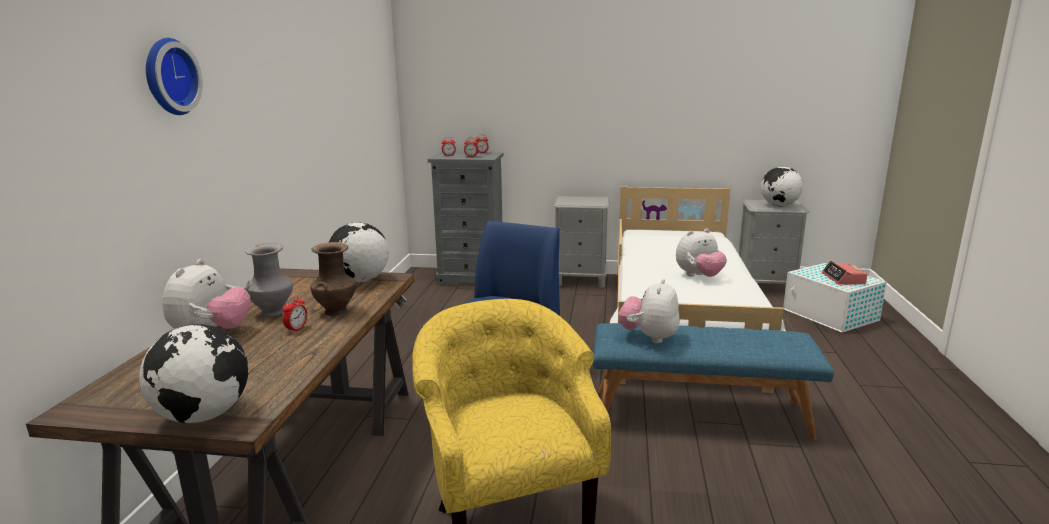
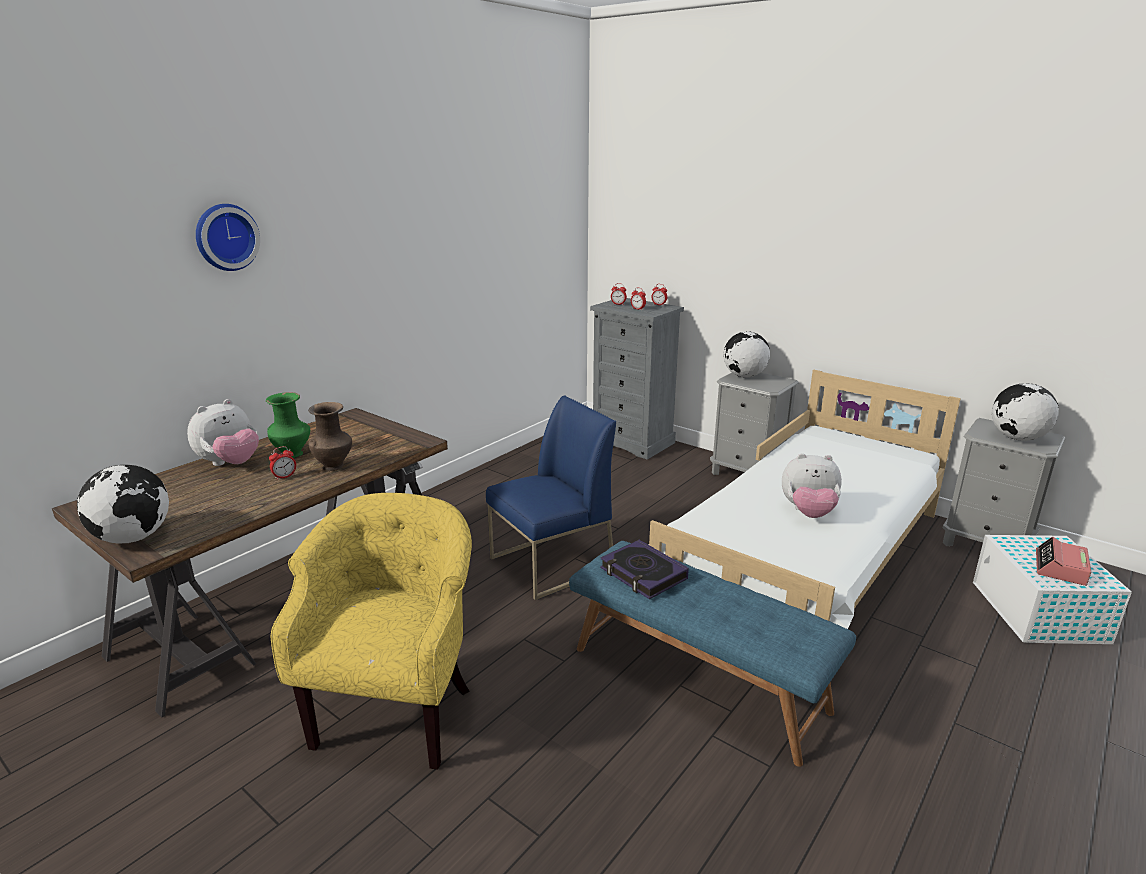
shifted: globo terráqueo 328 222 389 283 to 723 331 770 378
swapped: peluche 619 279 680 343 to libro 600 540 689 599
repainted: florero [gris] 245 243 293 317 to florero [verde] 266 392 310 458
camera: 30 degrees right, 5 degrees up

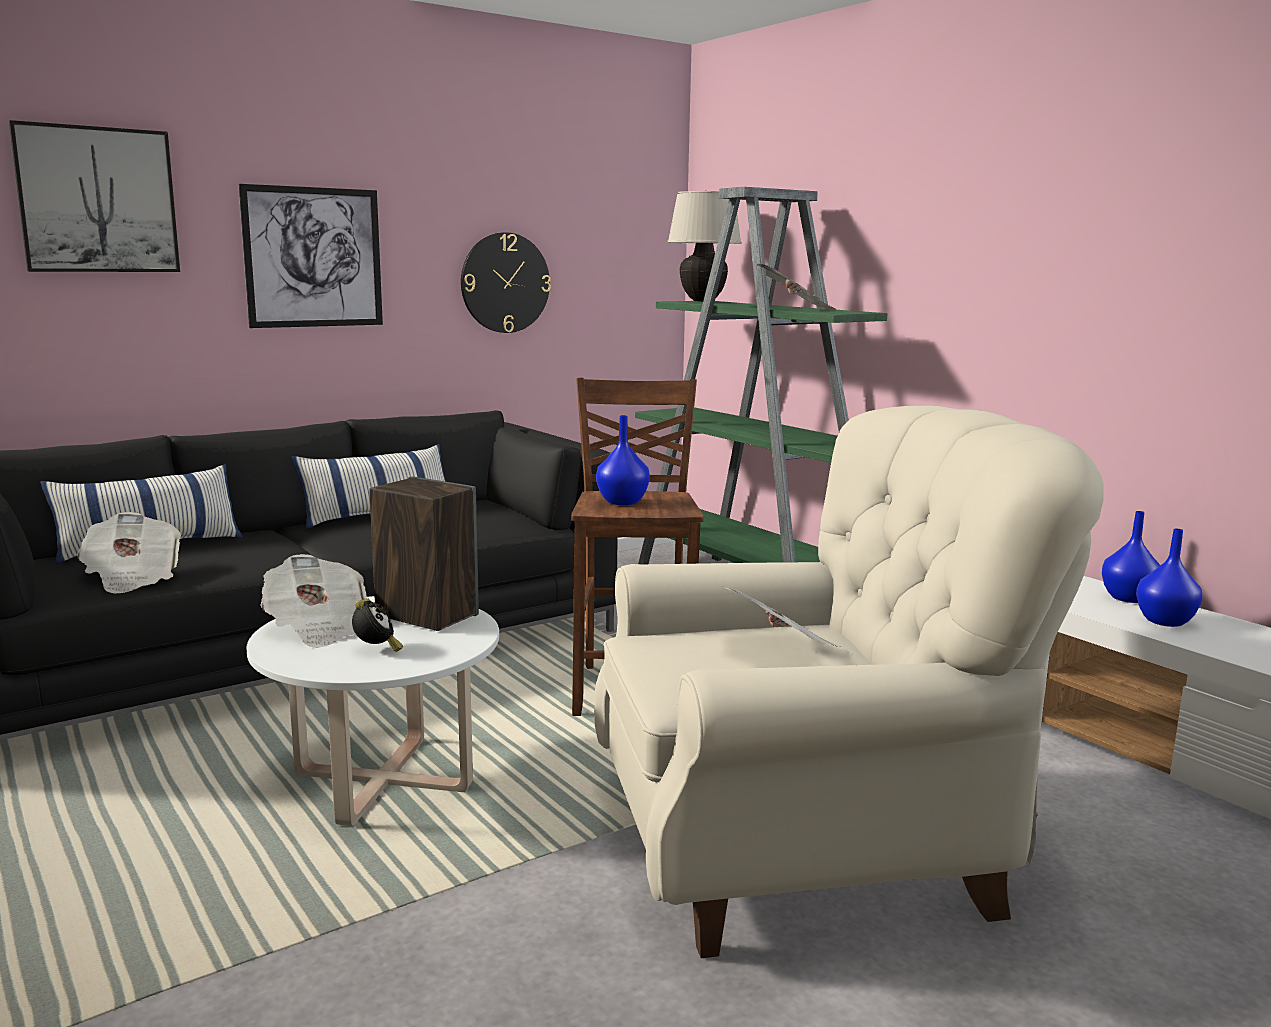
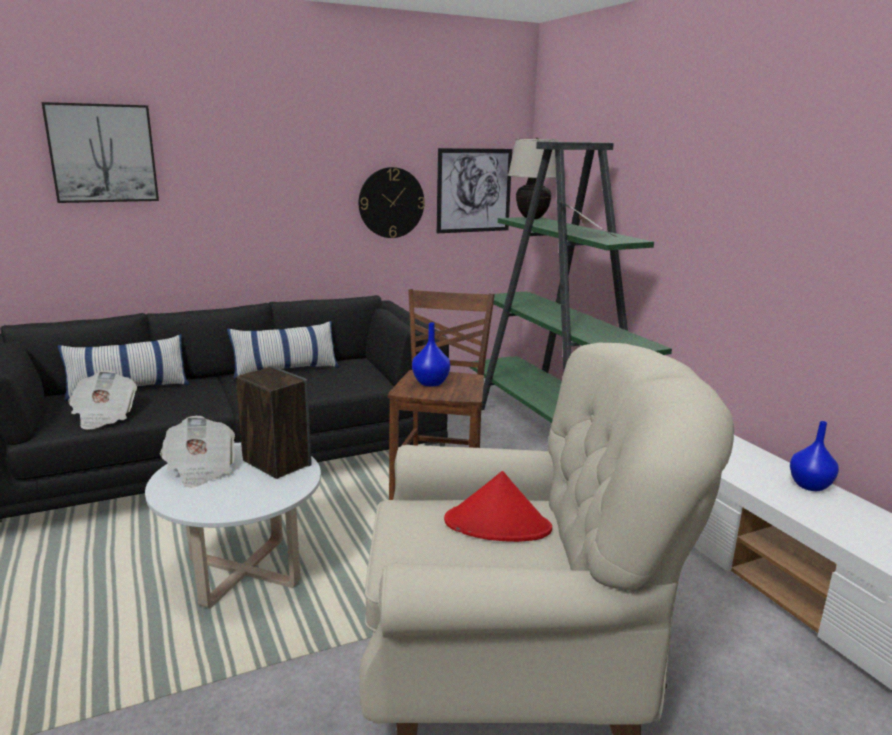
gone: despertador 352 598 403 652; florero [azul] 1136 529 1203 627
shifted: cuadro 238 184 383 328 to 437 148 512 233
swapped: periódico 722 587 843 647 to sombrero [rojo] 444 471 552 542
camera: 10 degrees right, 5 degrees up

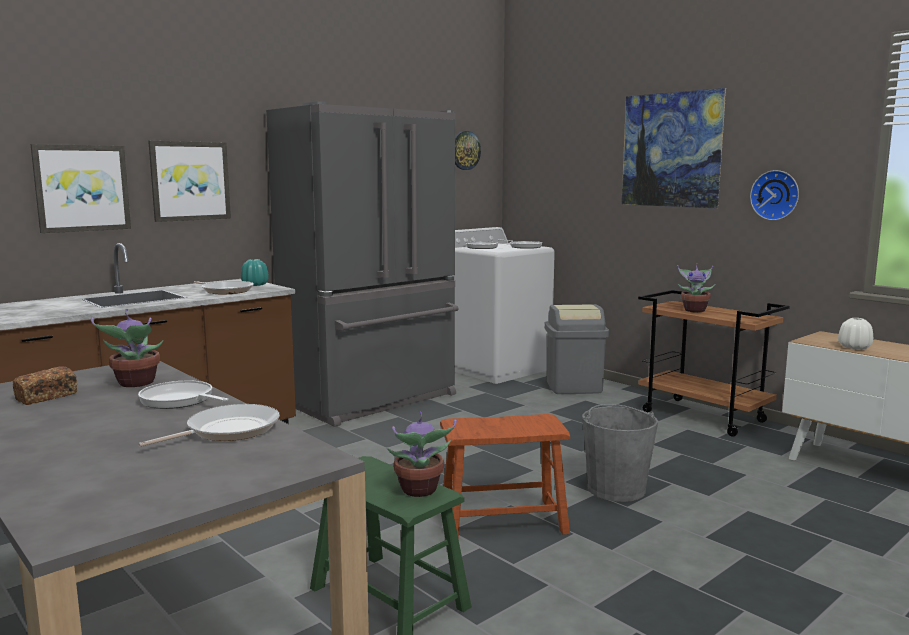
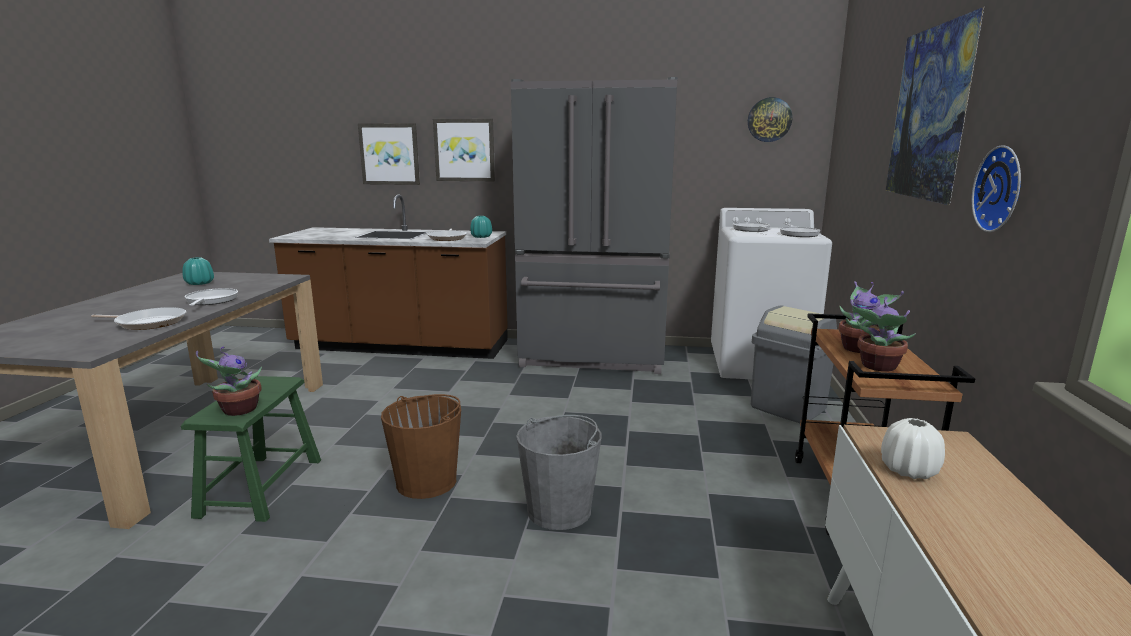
shifted: planta en maceta 91 309 164 387 to 850 297 916 372
swapped: pan 13 366 77 405 to florero [turquesa] 182 257 214 285; taburete [marrón] 440 414 570 538 to cubo [marrón] 381 394 461 499
camera: 50 degrees right, 5 degrees up

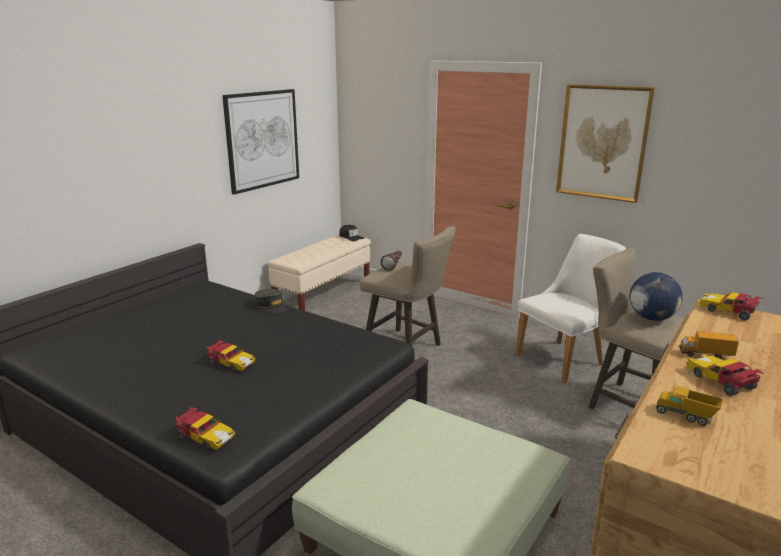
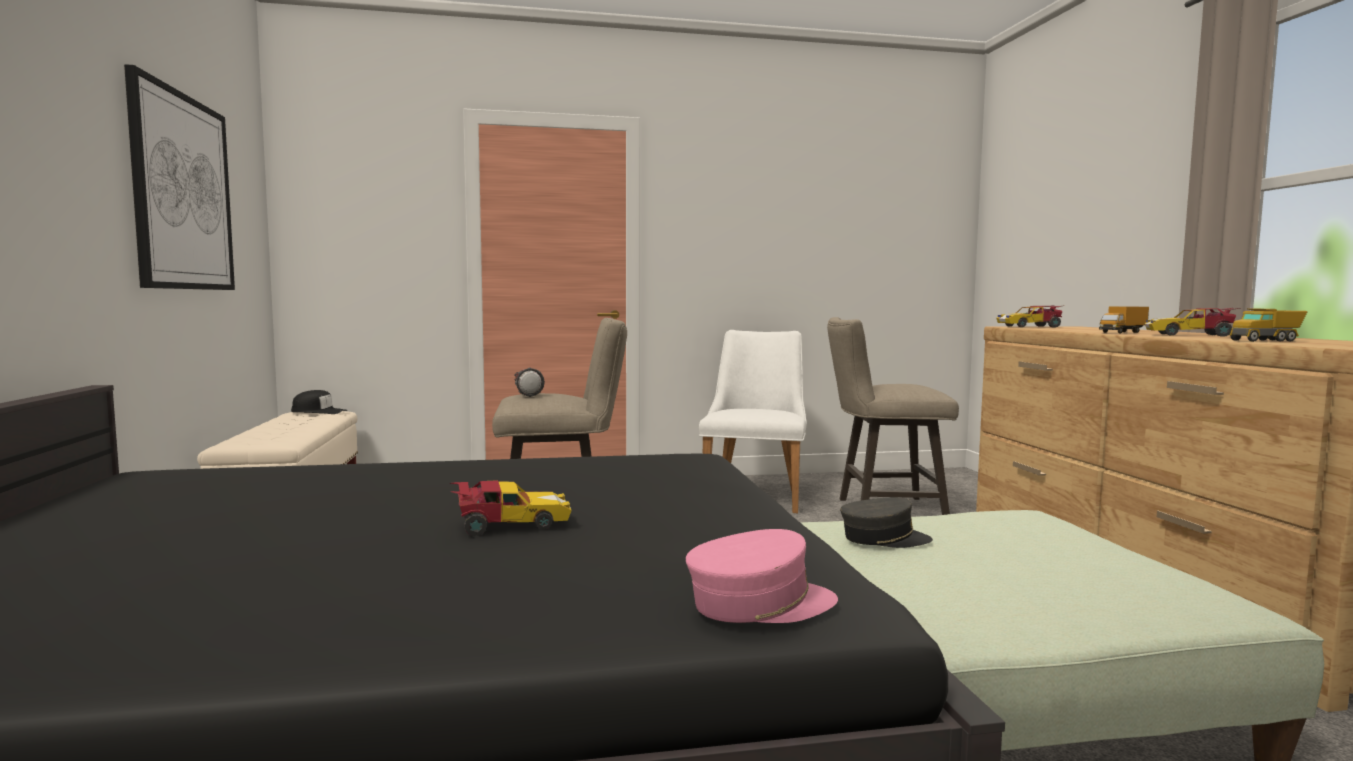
gone: cuadro 556 84 655 203; globo terráqueo 630 272 683 321
shifted: gorra [gris] 255 289 287 313 to 840 497 933 548
swapped: coche de juguete 176 408 235 450 to gorra [rosa] 686 529 838 623
camera: 45 degrees left, 15 degrees down

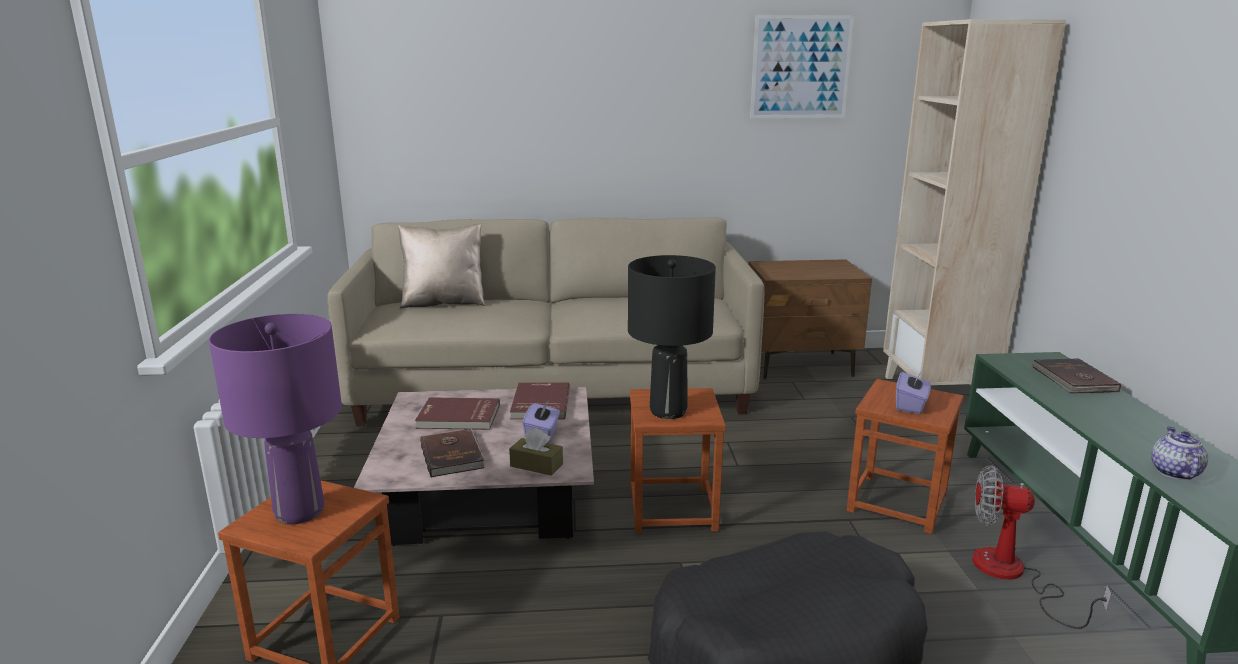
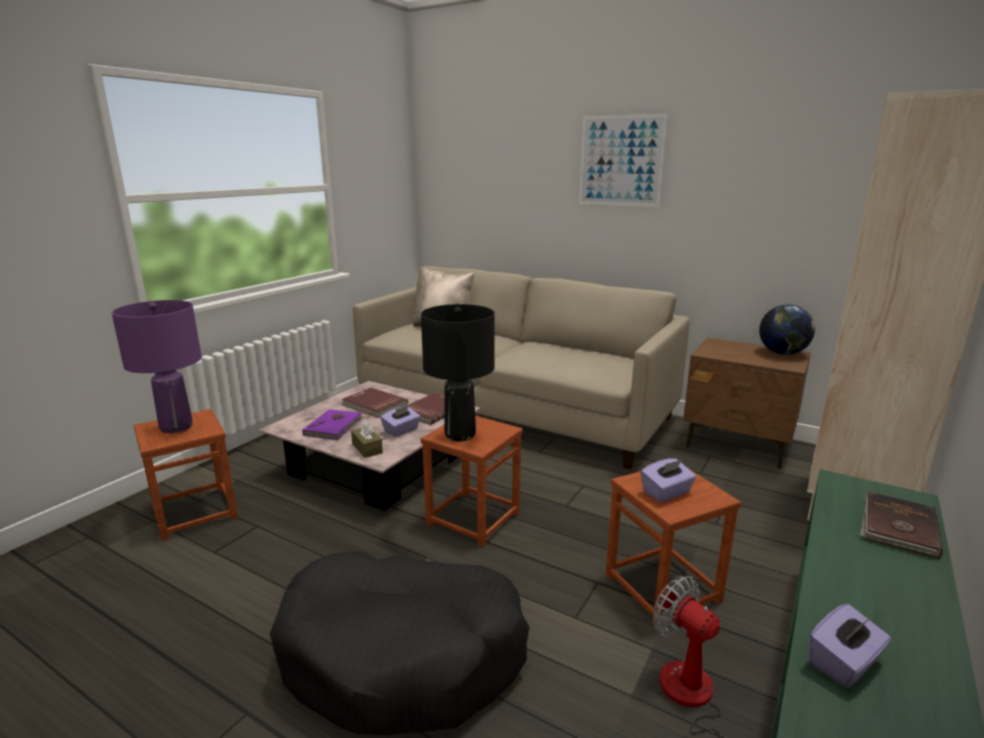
new: globo terráqueo 759 305 815 355
shifted: cuadro 750 15 854 118 to 579 114 668 207
swapped: tetera 1151 427 1208 480 to caja de pañuelos [morado] 809 604 891 688
repainted: libro [marrón] 420 429 485 478 to libro [morado] 302 409 364 440
camera: 35 degrees right, 0 degrees up

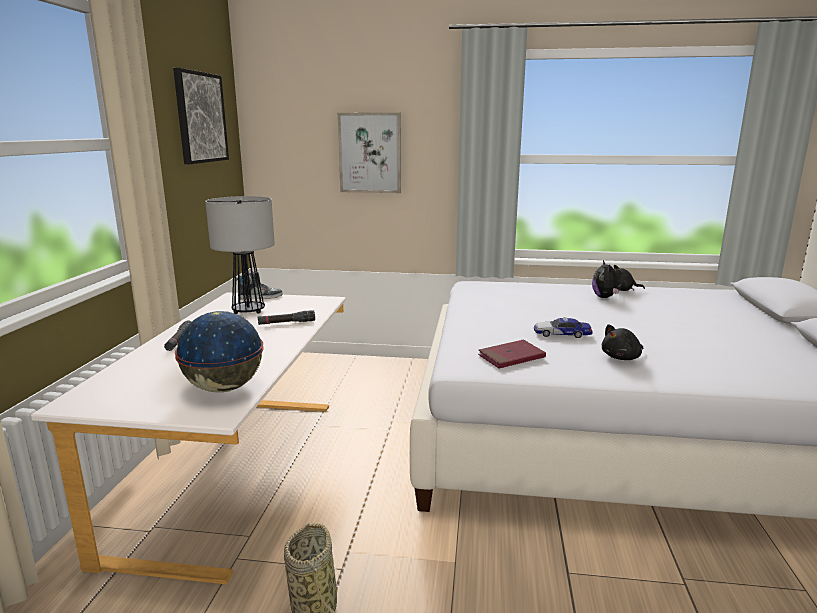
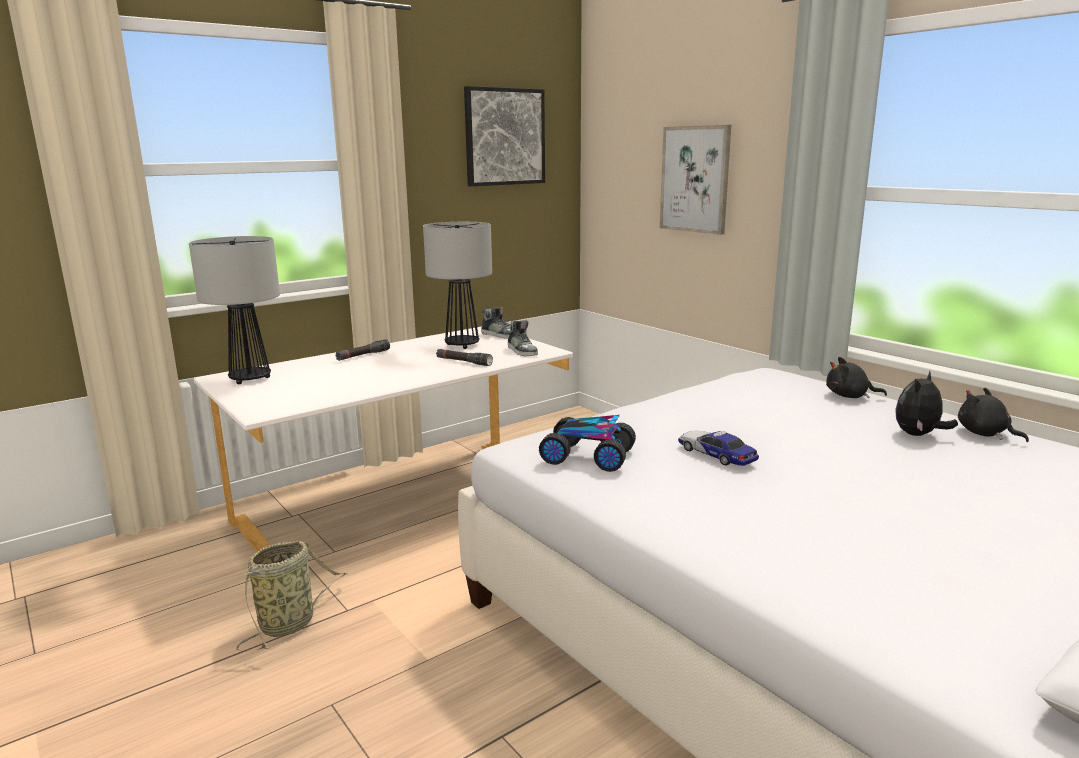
gone: globo terráqueo 175 311 264 392
new: lámpara de mesa 189 236 280 384; zapato 508 320 538 356
shifted: peluche [negro] 602 325 643 360 to 826 357 887 398
swapped: libro [rojo] 478 340 546 369 to coche de juguete 539 415 636 472
camera: 45 degrees right, 0 degrees up

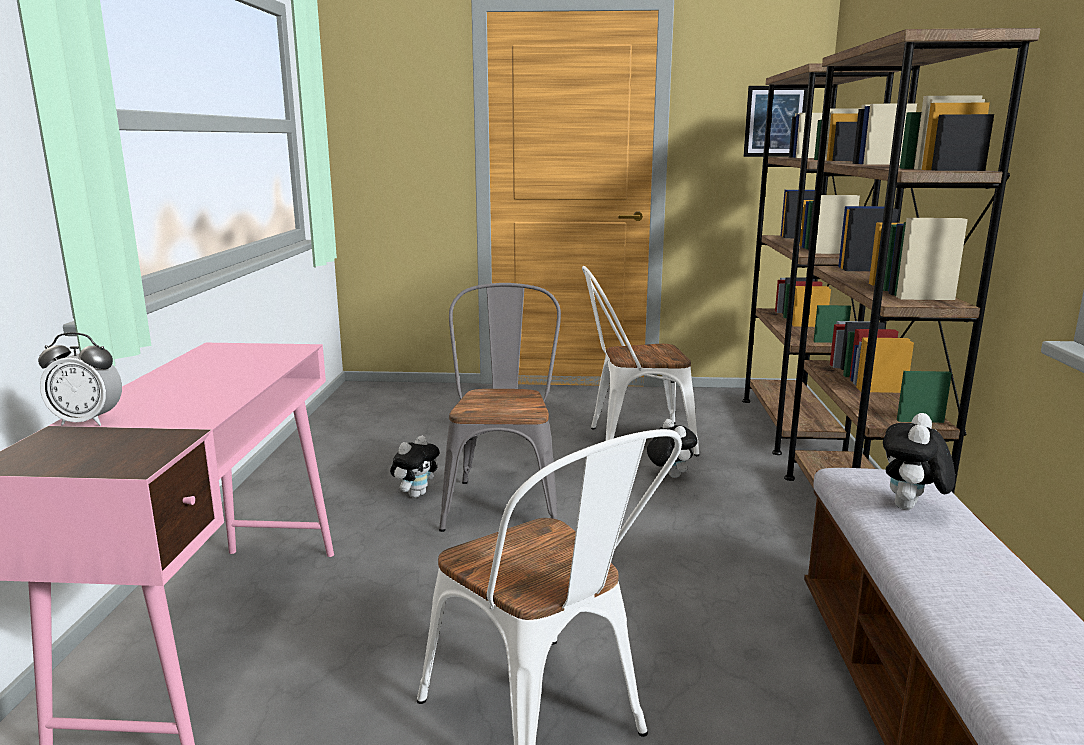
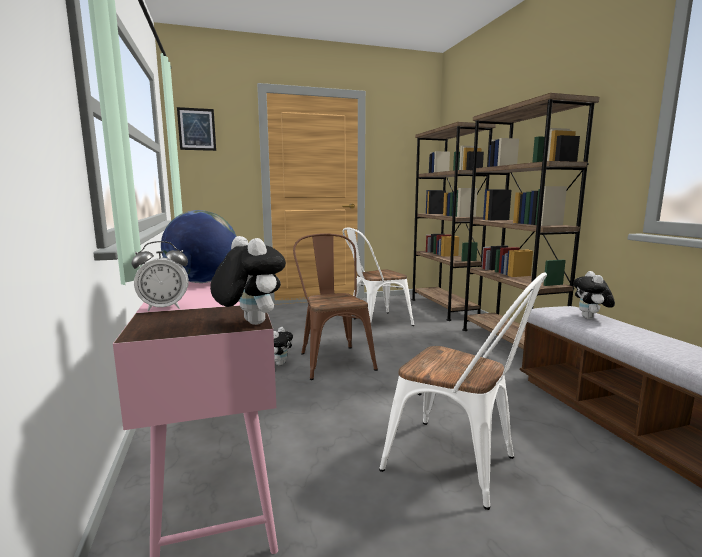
new: globo terráqueo 161 210 237 283
shifted: peluche 647 419 698 478 to 210 236 286 325; cuadro 743 86 808 157 to 177 107 216 151
repainted: silla [gris] 439 283 561 532 to silla [marrón] 293 233 378 380
camera: 20 degrees left, 5 degrees down

